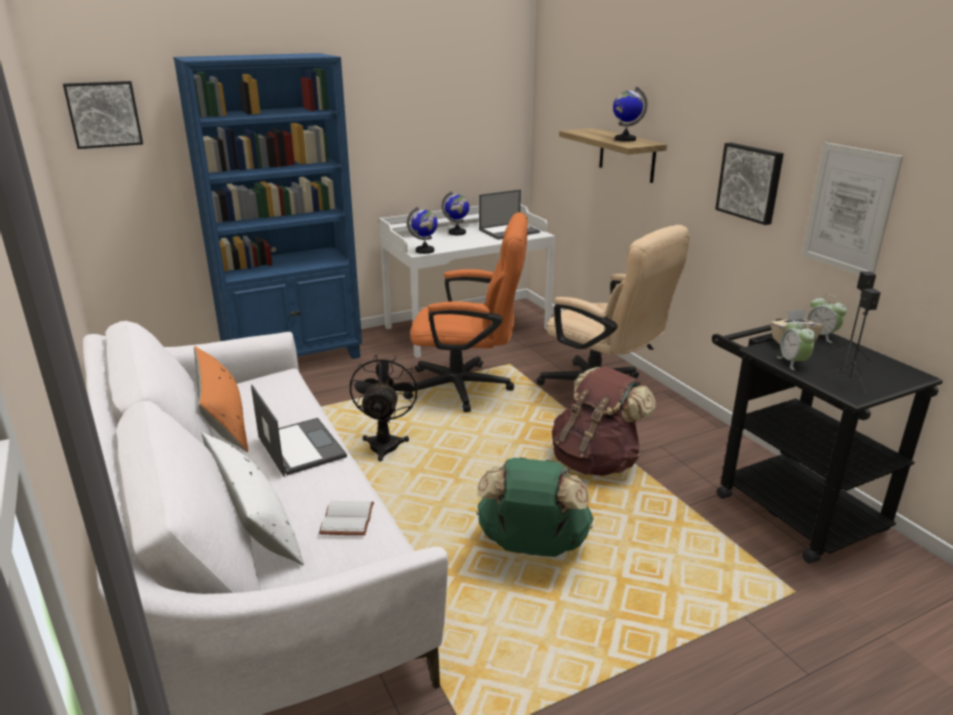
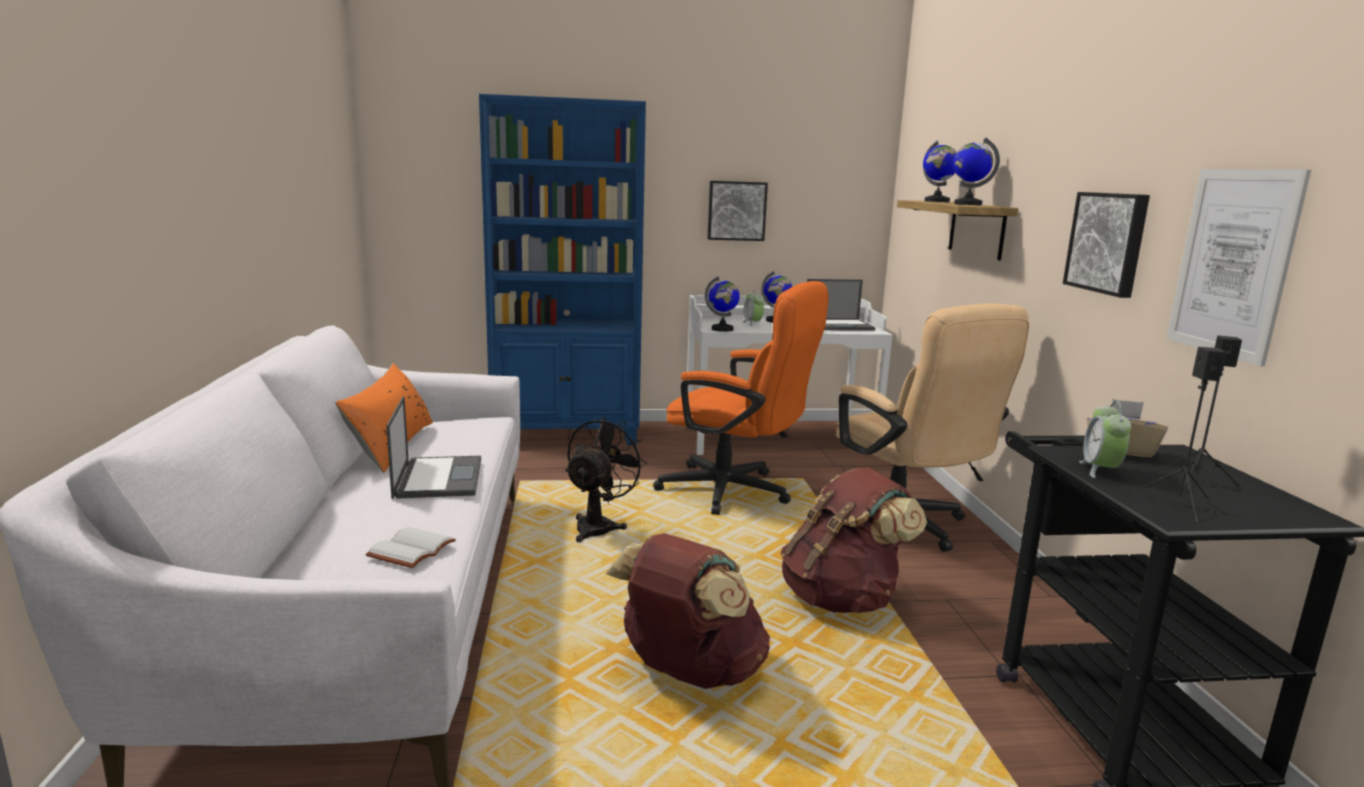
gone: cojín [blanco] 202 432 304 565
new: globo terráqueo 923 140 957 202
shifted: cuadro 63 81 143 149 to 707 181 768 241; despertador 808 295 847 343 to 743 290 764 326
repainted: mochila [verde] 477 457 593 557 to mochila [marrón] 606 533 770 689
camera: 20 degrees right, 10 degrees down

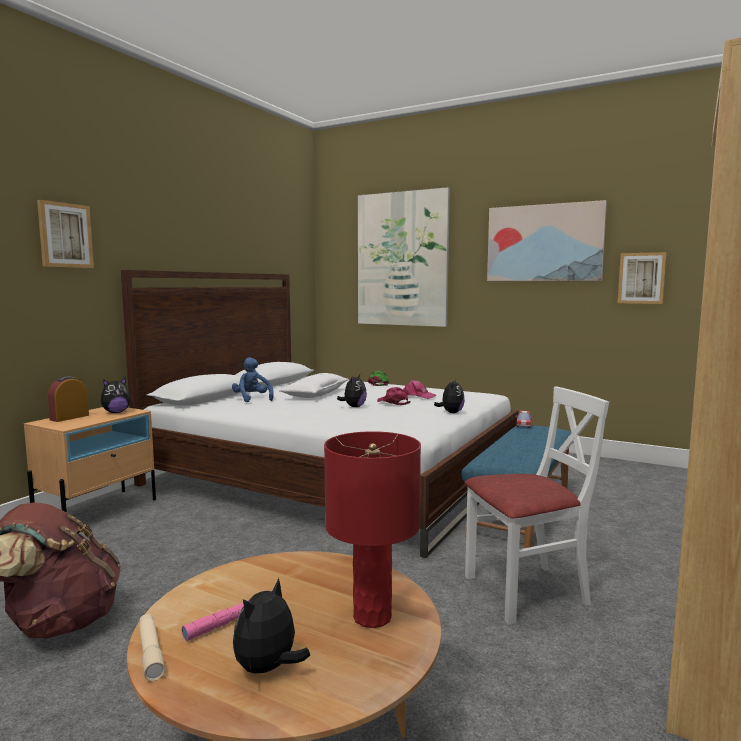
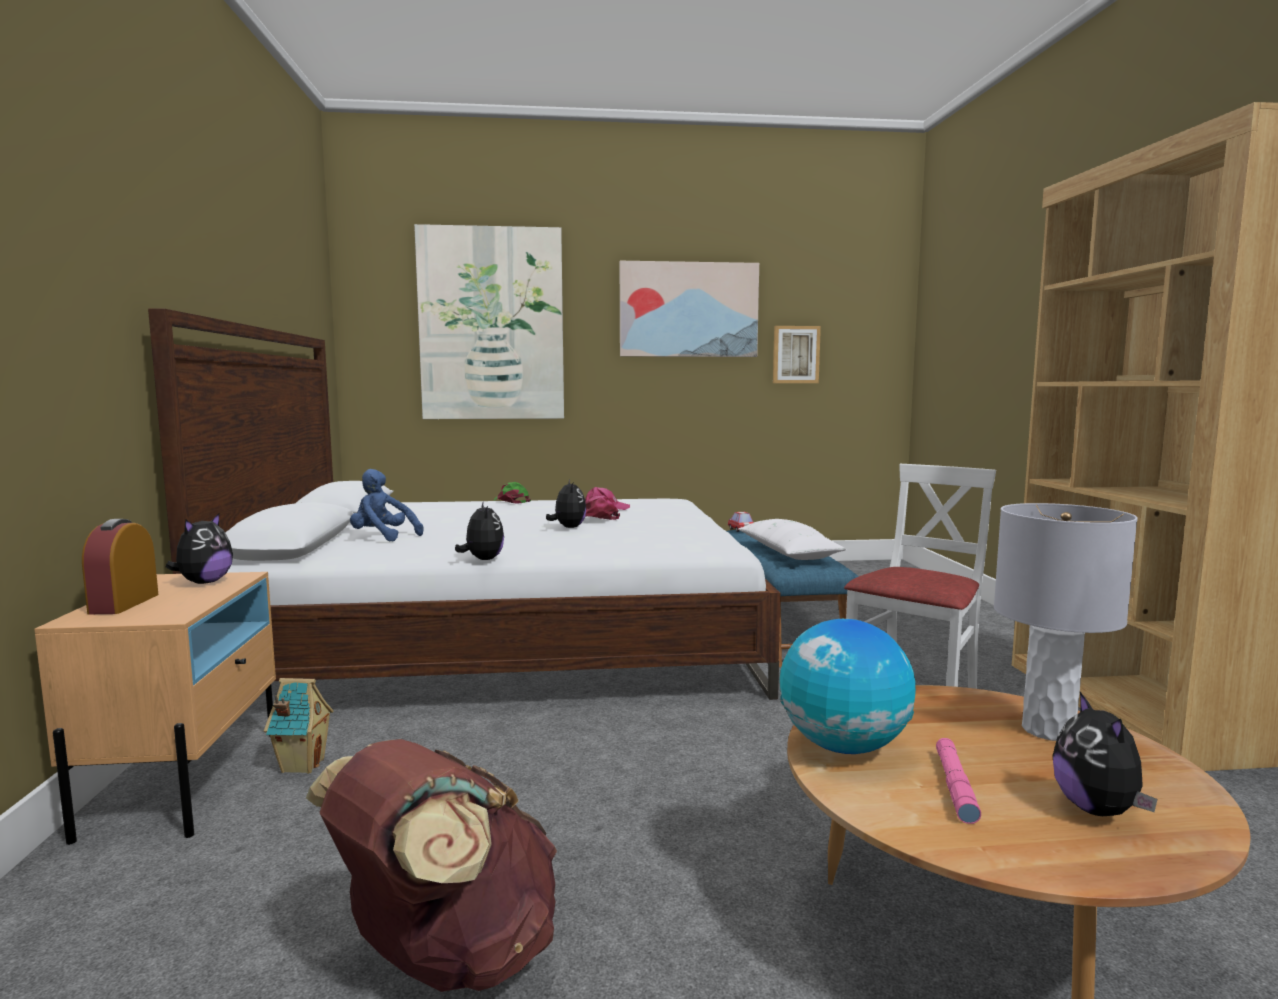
gone: cuadro 37 200 94 268; linterna [beis] 139 614 165 681
new: casita 264 678 333 774; globo terráqueo 780 619 916 754
shifted: cojín [blanco] 279 373 349 398 to 738 519 847 560; peluche 434 379 465 413 to 455 501 504 560
repainted: lámpara de mesa [rojo] 324 431 421 628 to lámpara de mesa [gris] 994 503 1138 741
camera: 35 degrees left, 0 degrees up

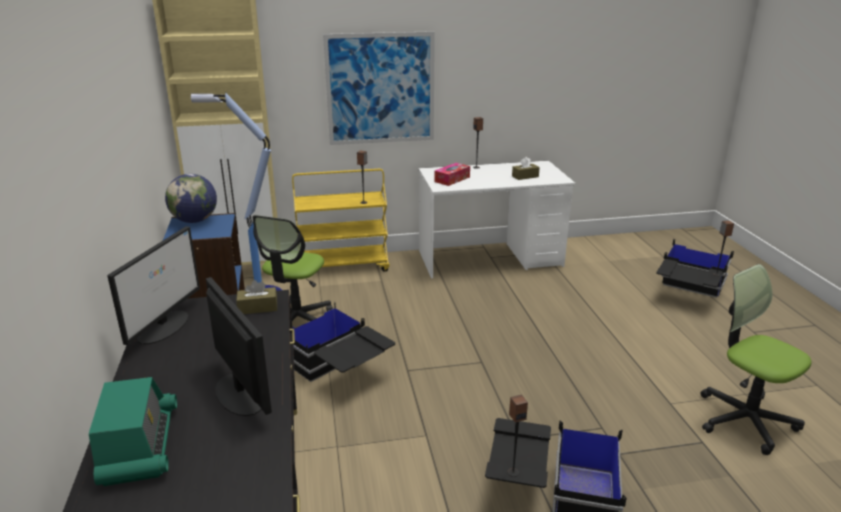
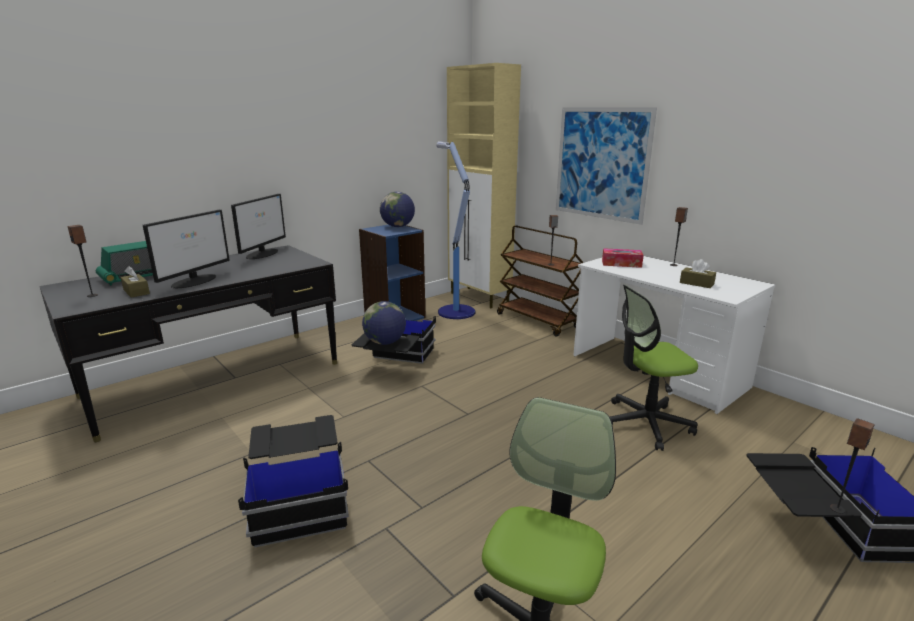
new: globo terráqueo 362 301 406 345
shifted: caja de pañuelos [marrón] 236 280 277 314 to 121 266 150 298; silla de oficina 253 215 333 321 to 610 285 698 451; altavoz 507 394 528 477 to 67 225 98 297
repainted: carrito [amarillo] 292 169 389 272 to carrito [marrón] 497 225 584 337
rotated: monitor 107 226 200 345 = 231 194 286 259 60 degrees counterclockwise
camera: 60 degrees right, 5 degrees down

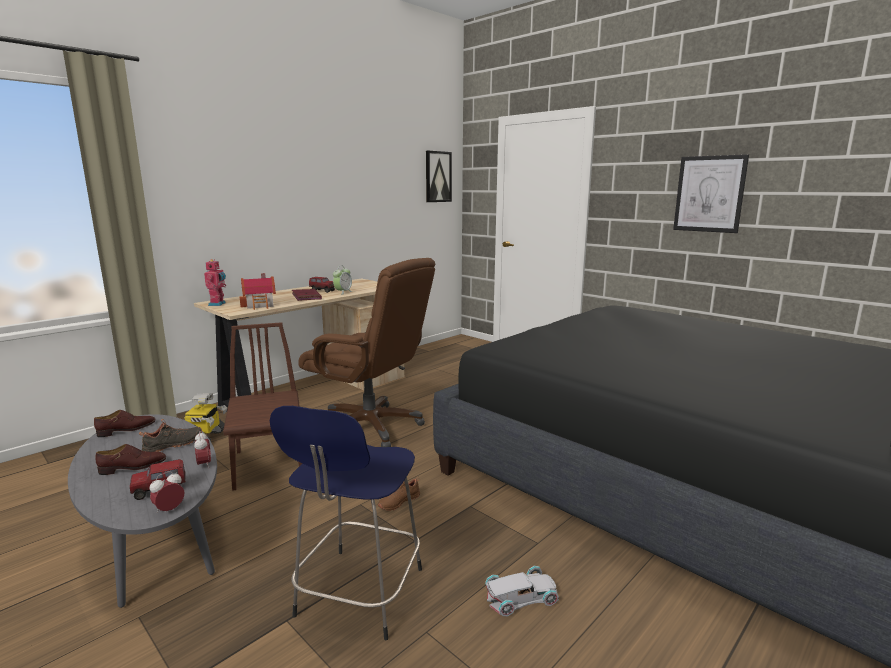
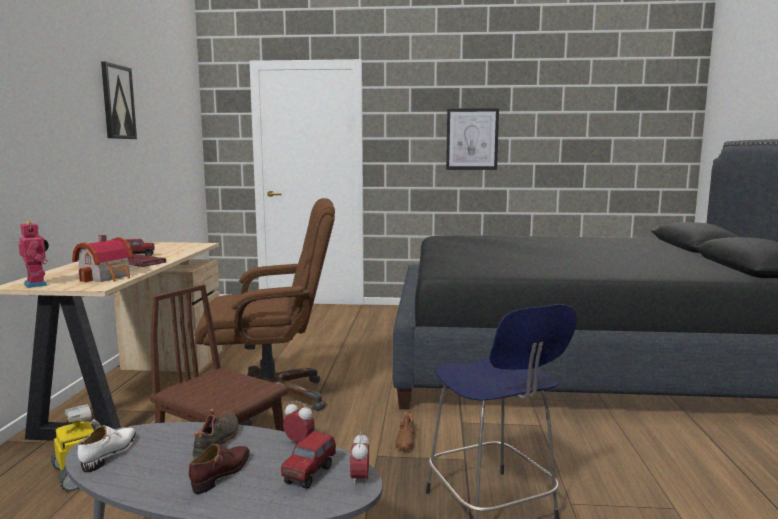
gone: despertador 333 266 353 295; coche de juguete [blanco] 485 566 559 616
shifted: cuadro 426 151 452 202 to 101 61 137 139
repainted: zapato [marrón] 94 410 155 437 to zapato [blanco] 78 426 136 472
camera: 40 degrees left, 5 degrees down

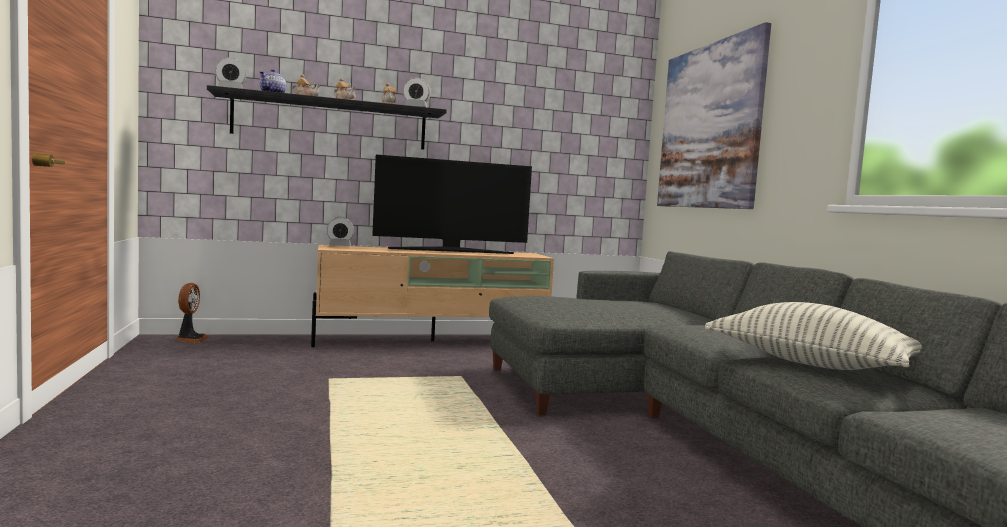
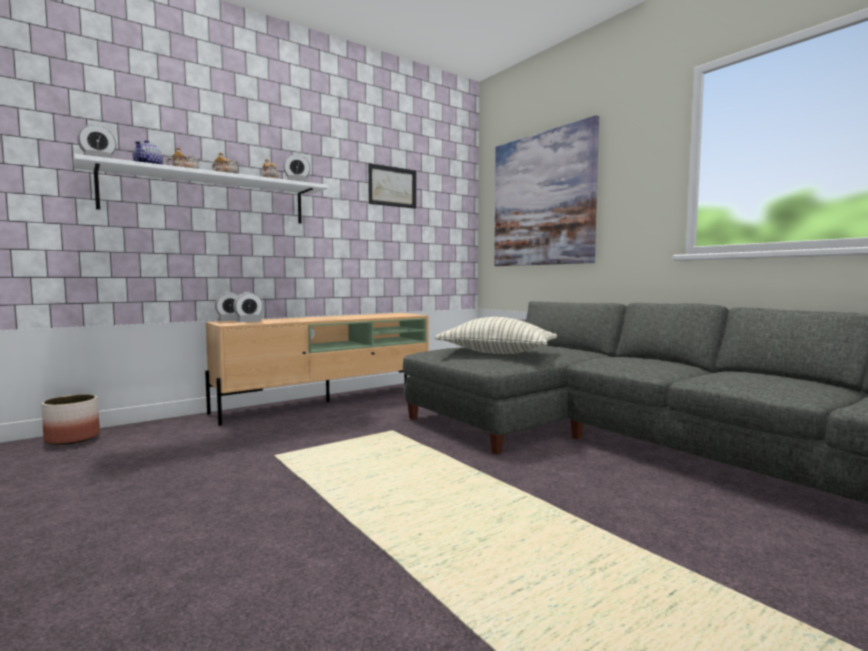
gone: televisor 372 155 532 254
new: despertador 233 292 263 322; cuadro 368 163 416 209
shifted: cojín 704 302 922 370 to 434 317 557 354
swapped: ventilador 175 283 210 343 to maceta 41 394 100 445
repainted: estante [negro] 207 85 447 149 to estante [blanco] 74 154 329 224
camera: 20 degrees left, 0 degrees up

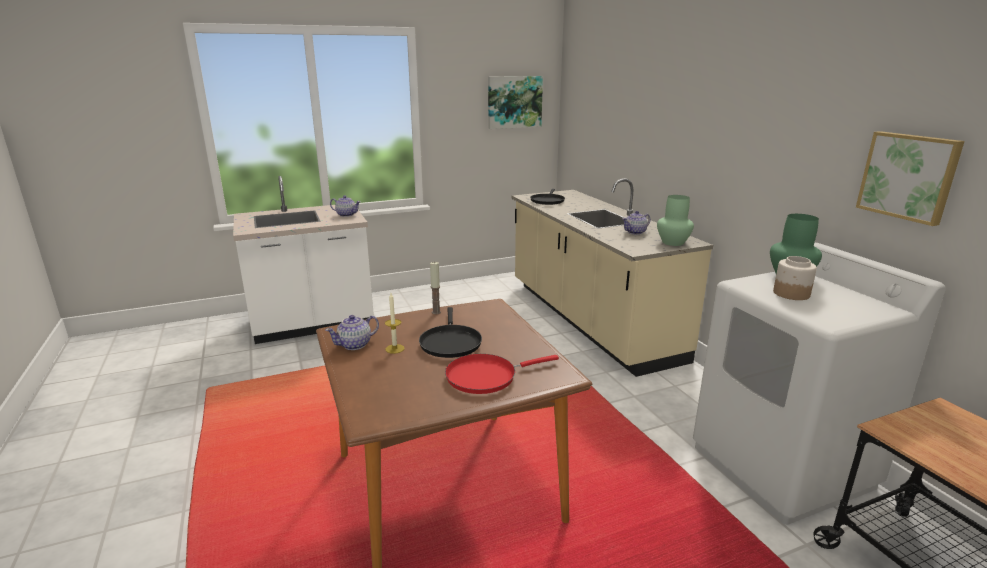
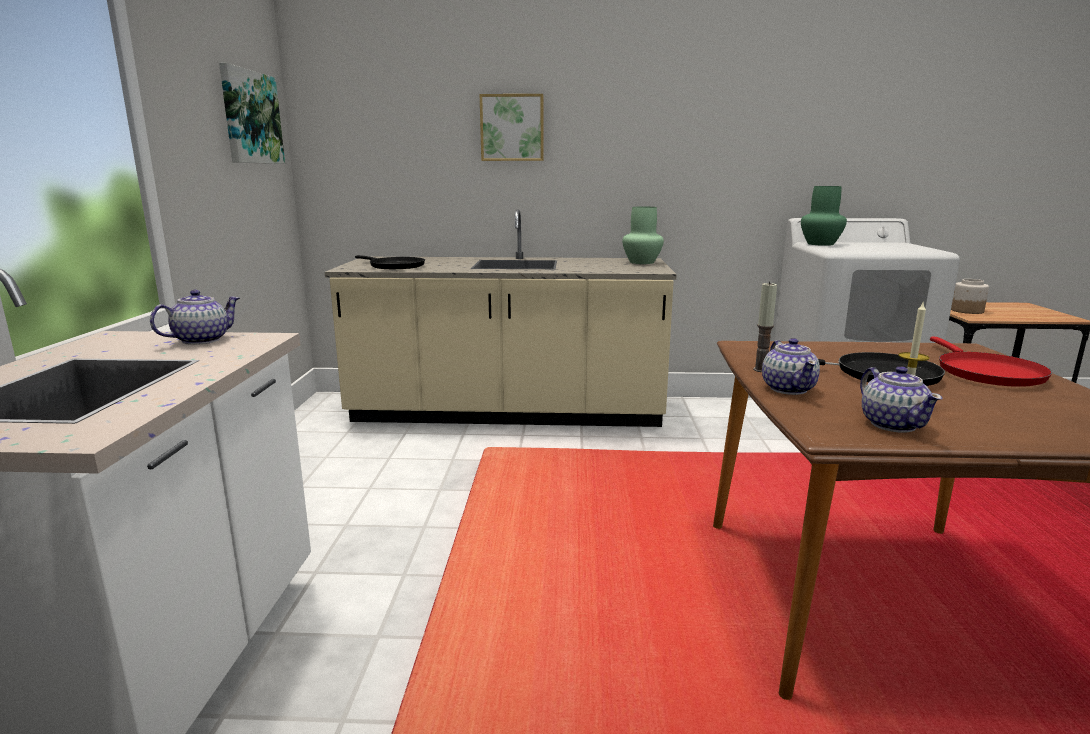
shifted: tetera 622 211 650 235 to 762 338 820 395; tarro 773 256 817 300 to 951 279 989 314; cuadro 856 131 965 226 to 480 94 543 161
camera: 65 degrees left, 5 degrees down

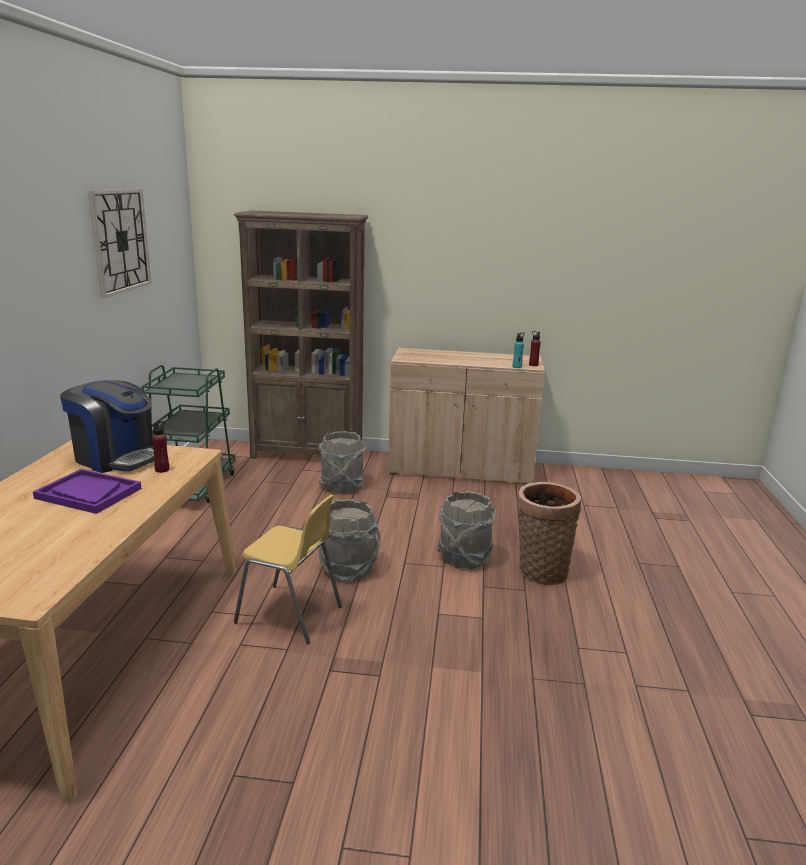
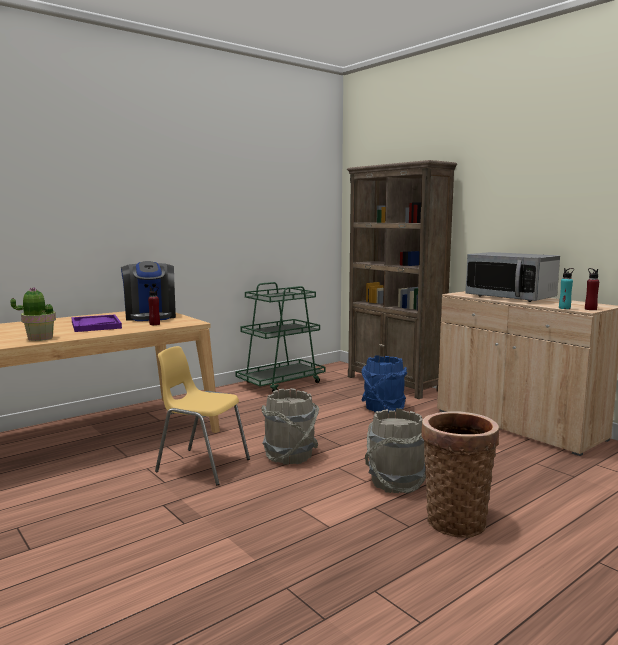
gone: reloj de pared 88 189 151 298
new: planta en maceta 10 287 56 341; microondas 465 252 560 302
repainted: cubo [gris] 318 431 366 494 to cubo [azul] 361 355 407 414
rotated: silla [amarillo] 234 494 342 644 = 155 346 250 485 135 degrees clockwise
camera: 45 degrees right, 10 degrees down

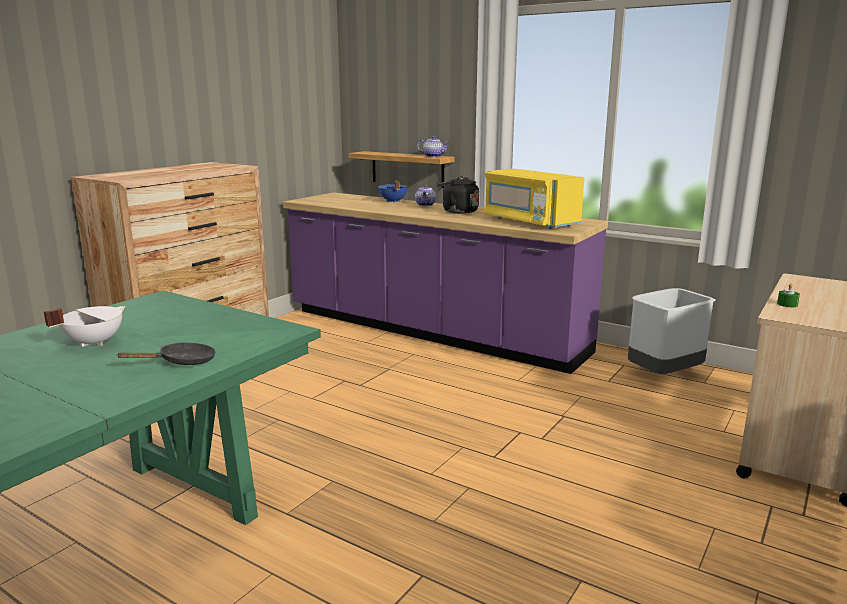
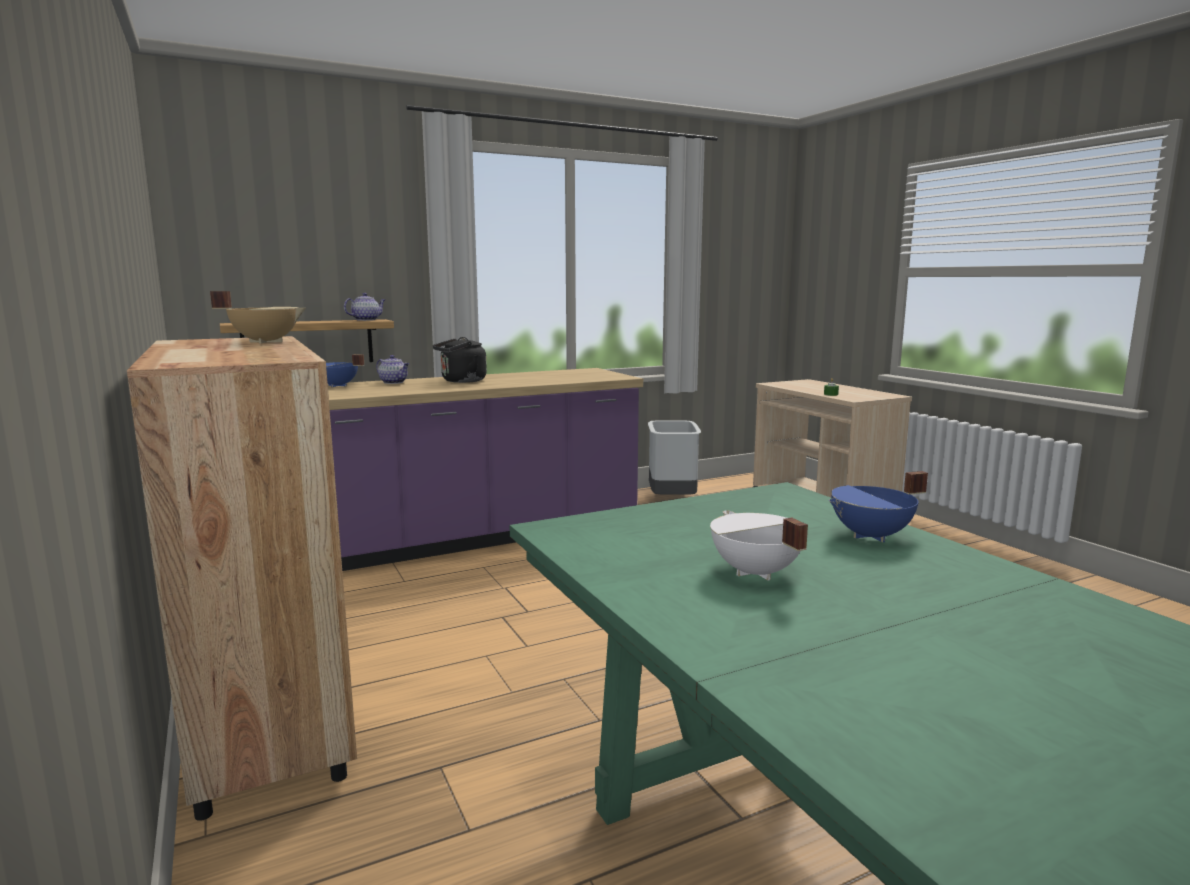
gone: microondas [amarillo] 484 169 584 229
new: olla [beis] 210 291 306 344
swapped: sartén [negro] 116 342 216 365 to olla [azul] 829 471 928 542
camera: 60 degrees left, 5 degrees down

